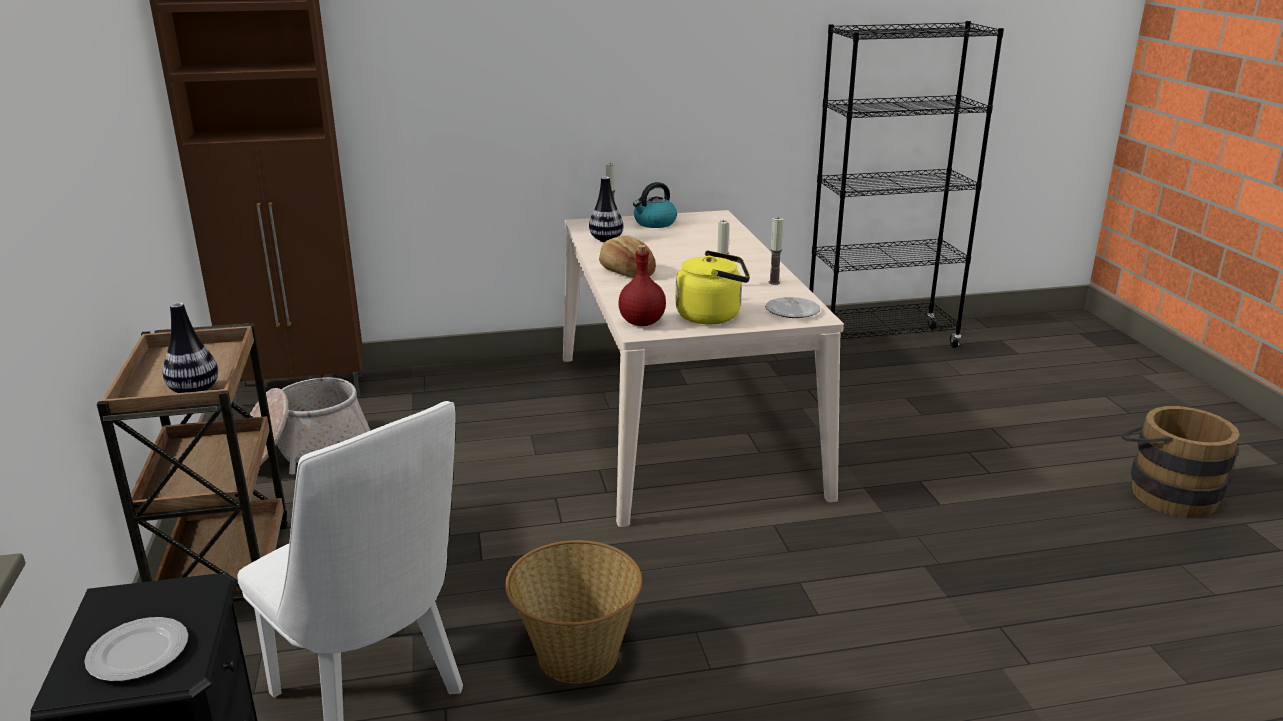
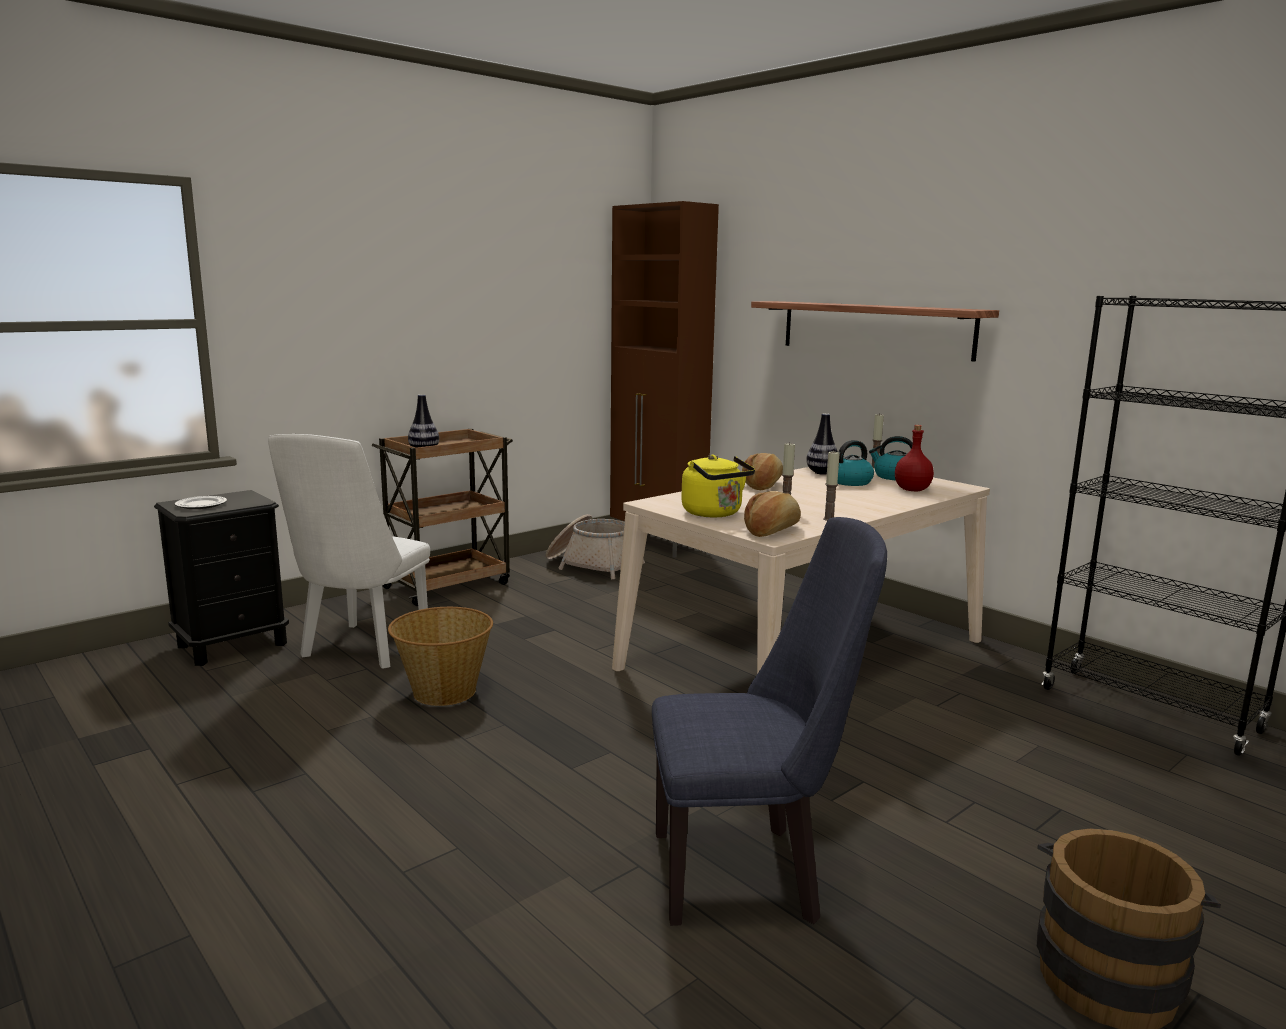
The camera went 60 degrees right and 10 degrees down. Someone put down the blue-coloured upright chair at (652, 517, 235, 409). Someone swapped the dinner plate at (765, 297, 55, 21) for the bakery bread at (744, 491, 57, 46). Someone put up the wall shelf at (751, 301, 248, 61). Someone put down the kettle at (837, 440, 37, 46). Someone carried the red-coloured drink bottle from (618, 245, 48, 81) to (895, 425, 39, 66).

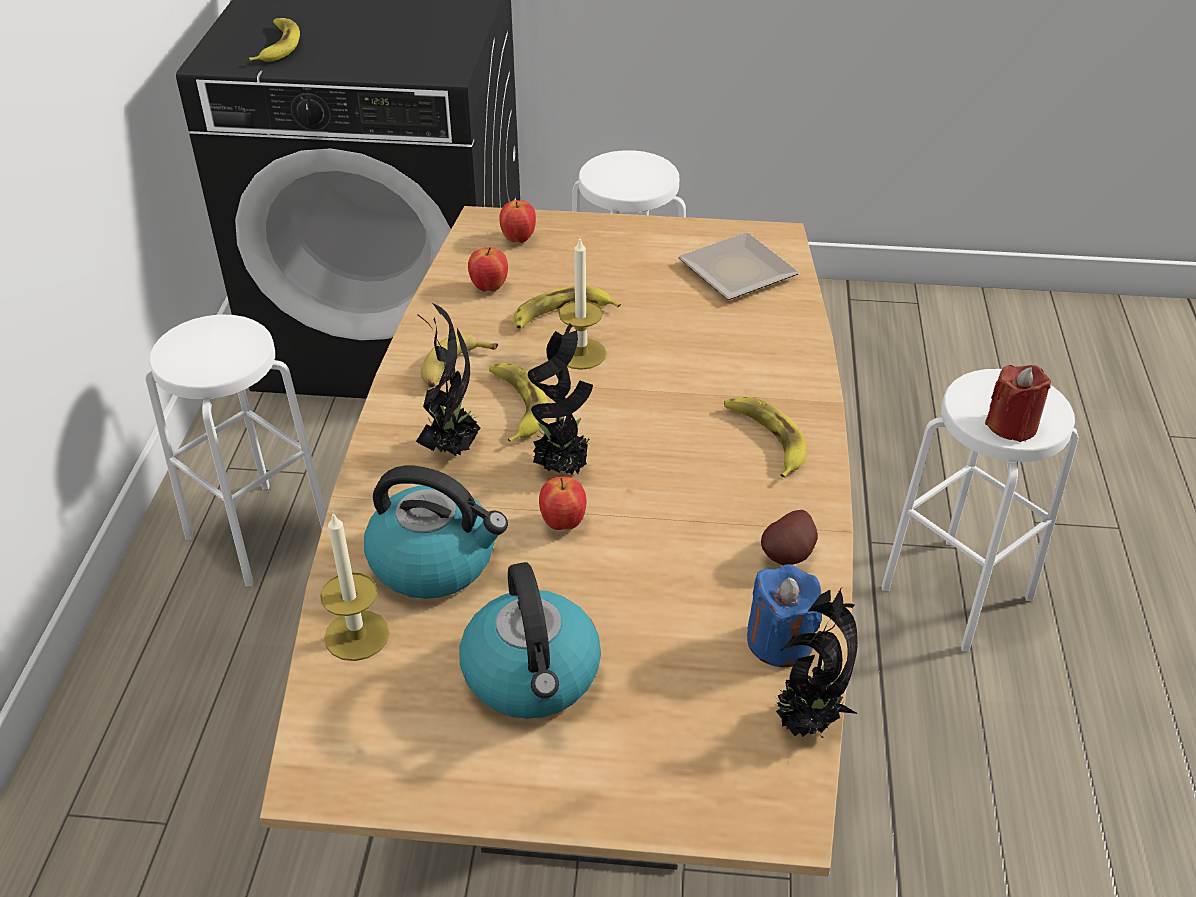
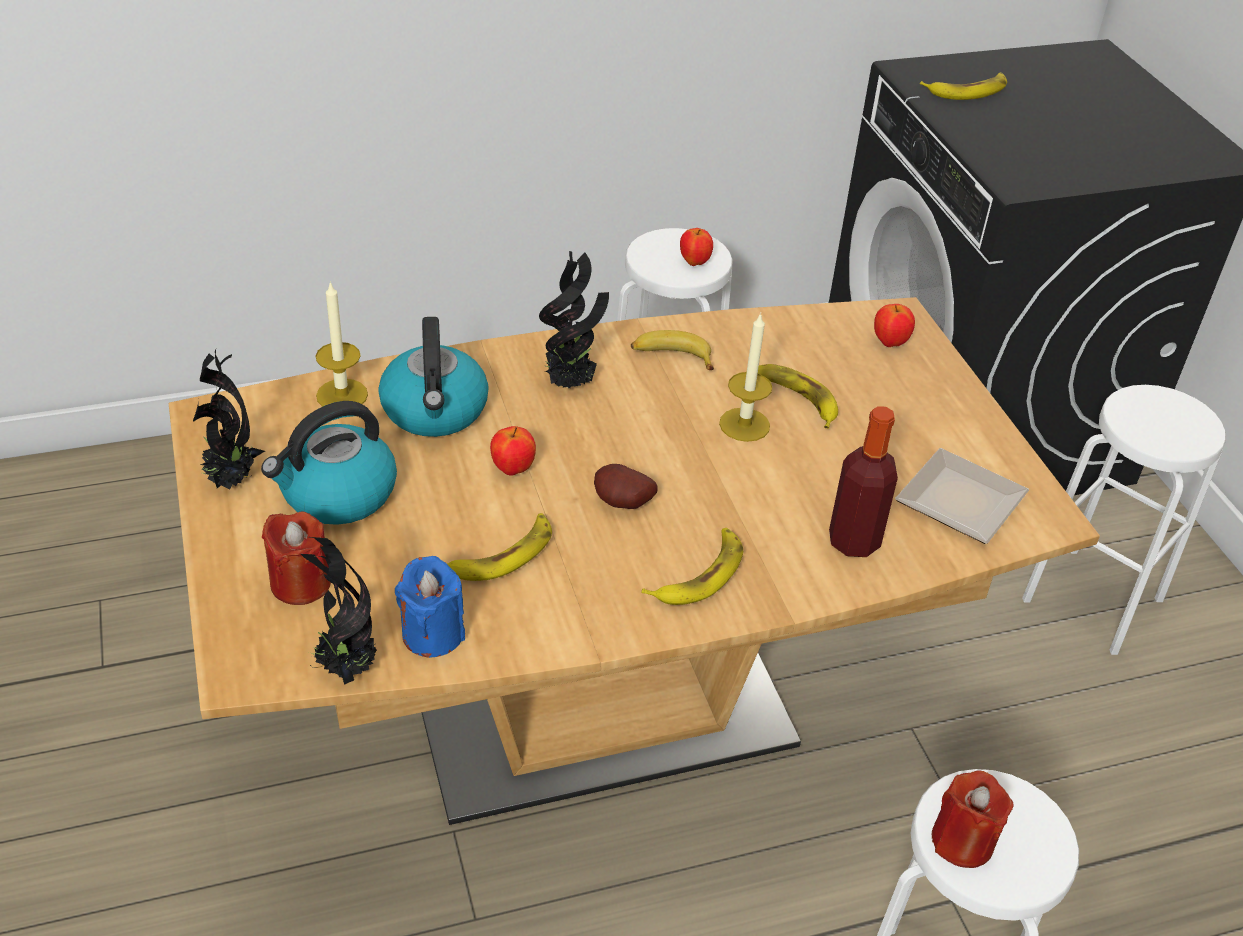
The camera went 65 degrees right and 0 degrees up. Someone carried the potted plant from (528, 324, 65, 150) to (193, 350, 72, 139). Someone put down the red-coloured wax candle at (262, 512, 69, 93). Someone carried the banana fruit from (489, 363, 59, 79) to (447, 513, 105, 68). Someone carried the potato from (761, 510, 57, 55) to (594, 464, 64, 45). Someone carried the apple fruit from (468, 247, 40, 45) to (680, 228, 33, 38). Someone put down the drink bottle at (829, 406, 69, 151).

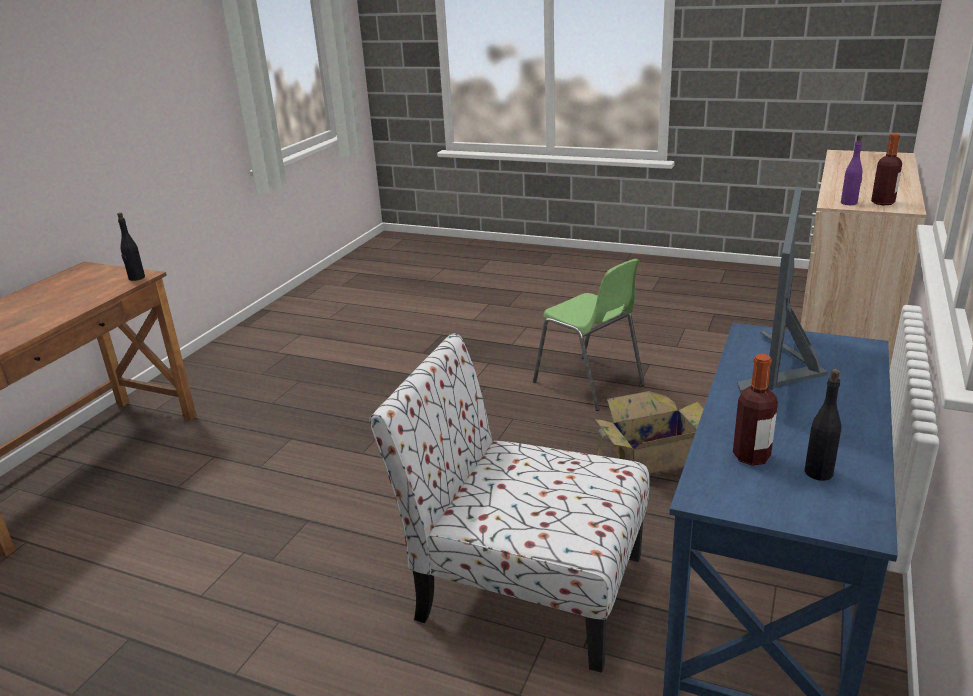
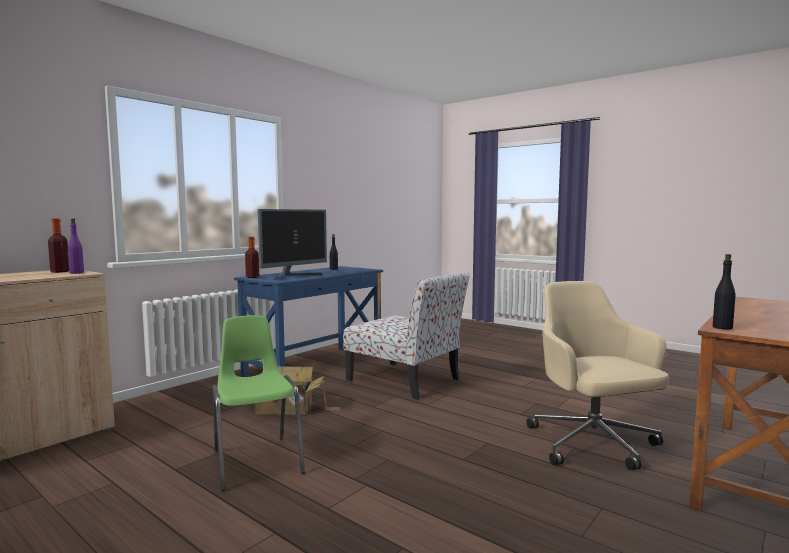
The camera went 165 degrees left and 20 degrees down. Someone carried the drink bottle from (733, 354, 45, 111) to (245, 237, 14, 41). Someone put down the beige-coloured office chair at (527, 281, 142, 189).

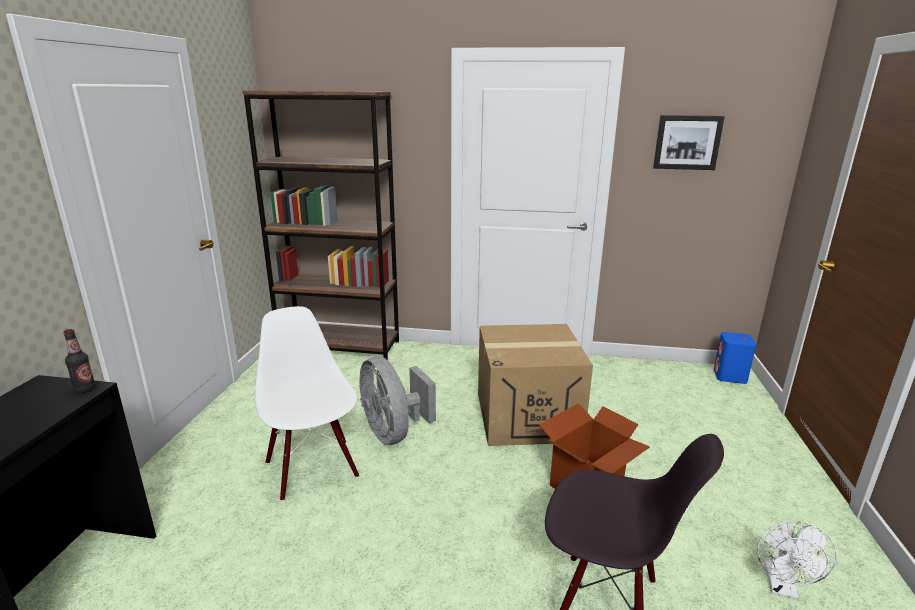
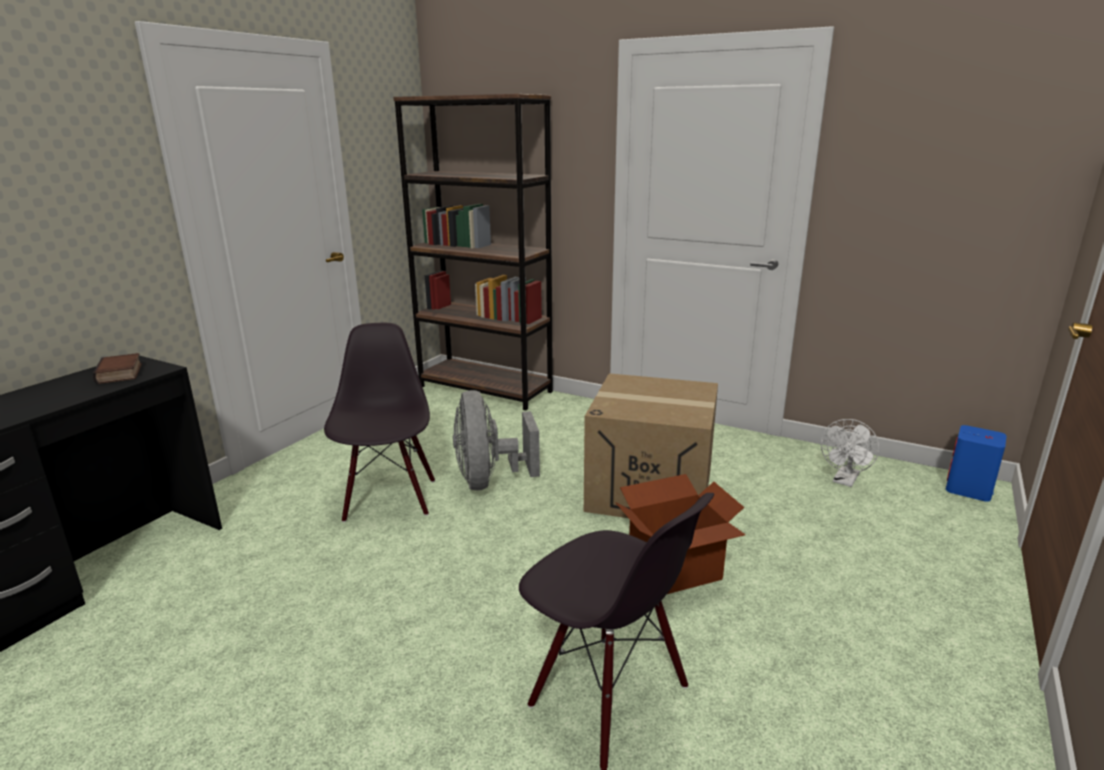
The camera went 20 degrees right and 0 degrees up. Someone put down the volume at (93, 353, 49, 31). Someone repainted the white upright chair at (255, 306, 104, 195), which became the black-coloured upright chair at (324, 323, 111, 199). Someone carried the white electric fan from (757, 521, 80, 78) to (821, 419, 58, 68). Someone took away the drink bottle at (64, 329, 32, 64). Someone took away the picture at (653, 115, 72, 55).

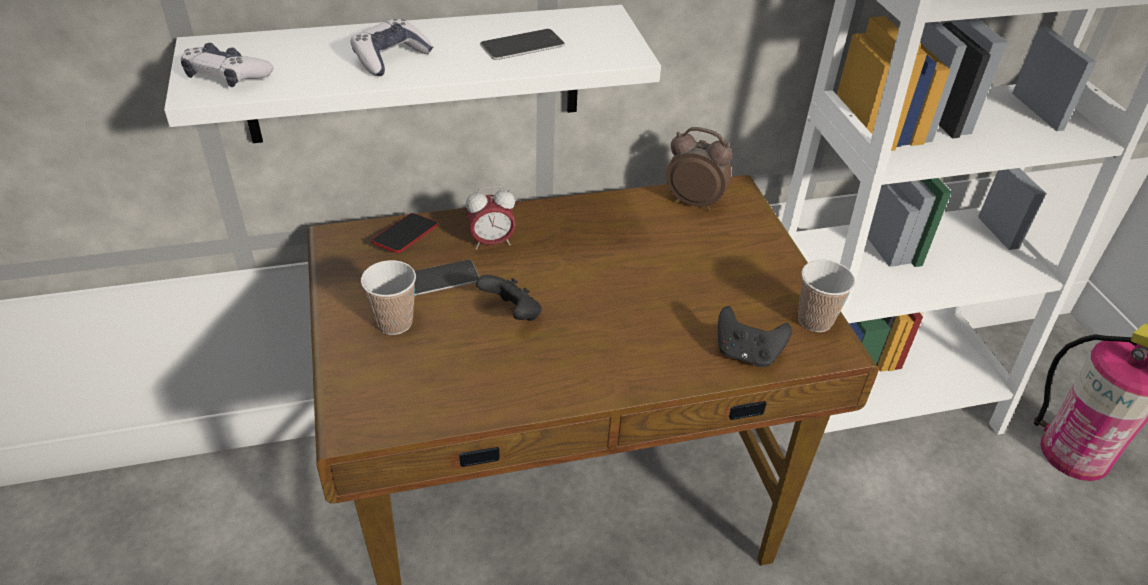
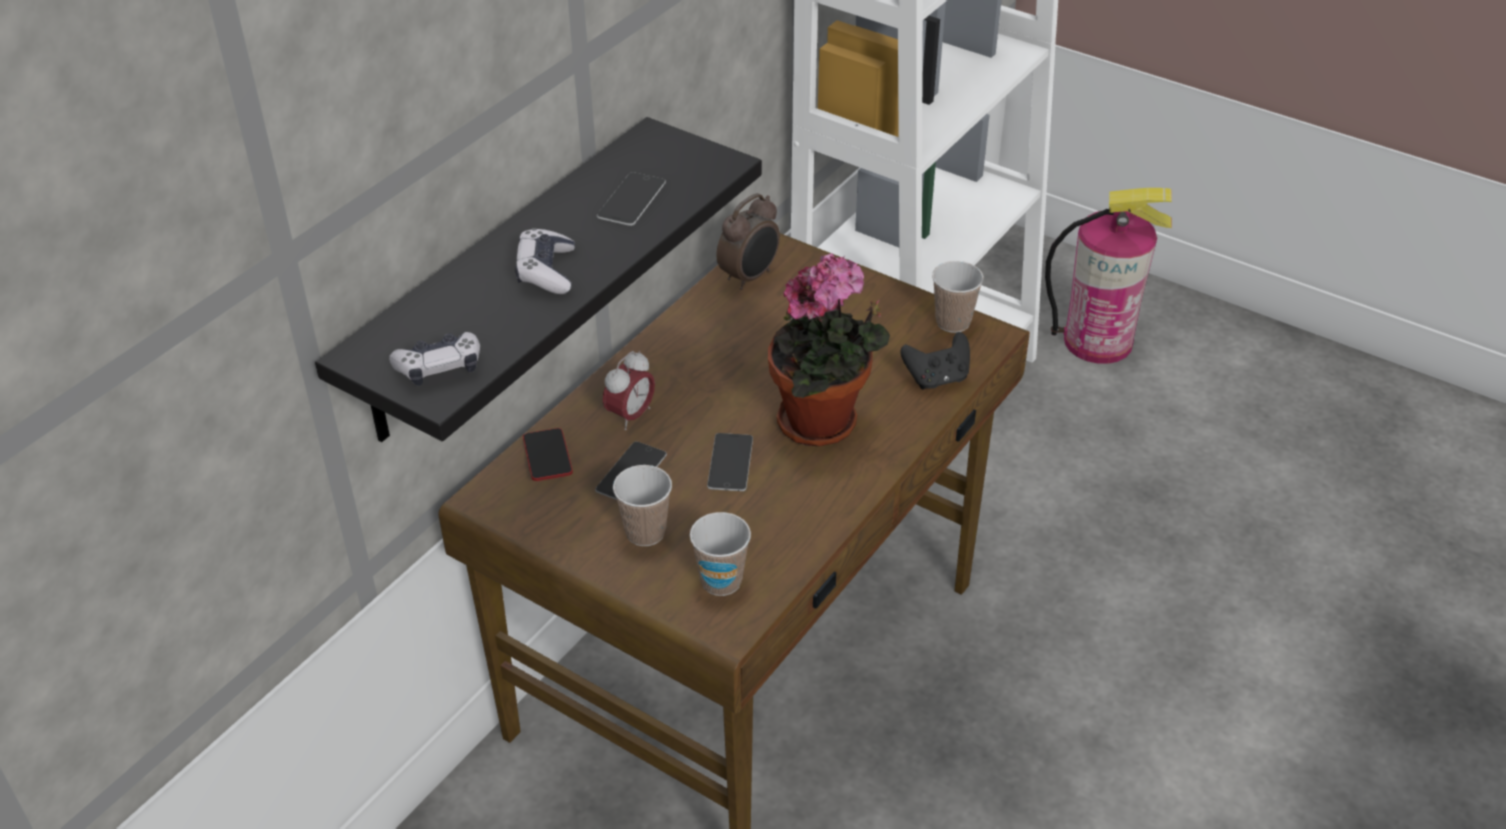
The camera went 40 degrees left and 0 degrees up. Someone repainted the white wall shelf at (164, 5, 497, 138), which became the black-coloured wall shelf at (315, 117, 447, 325). Someone put down the drinking cup at (690, 512, 61, 84). Someone swapped the black-coloured game controller at (476, 275, 66, 46) for the phone at (707, 433, 46, 58). Someone rotated the table clock at (666, 127, 67, 84) by 150 degrees clockwise. Someone put down the potted plant at (768, 253, 122, 193).

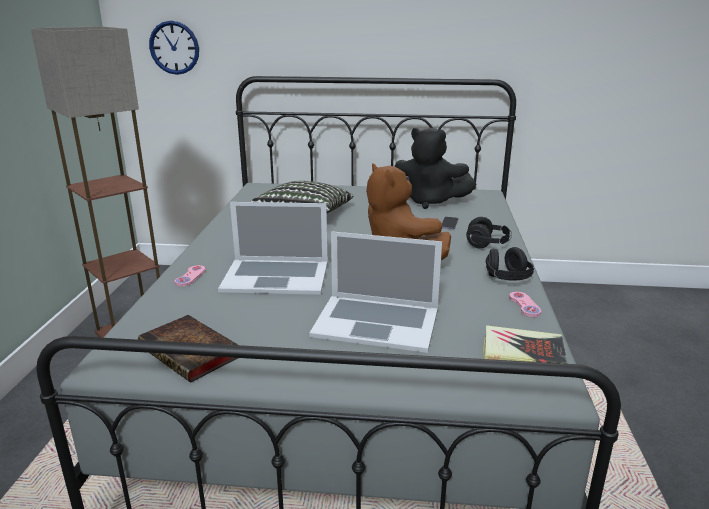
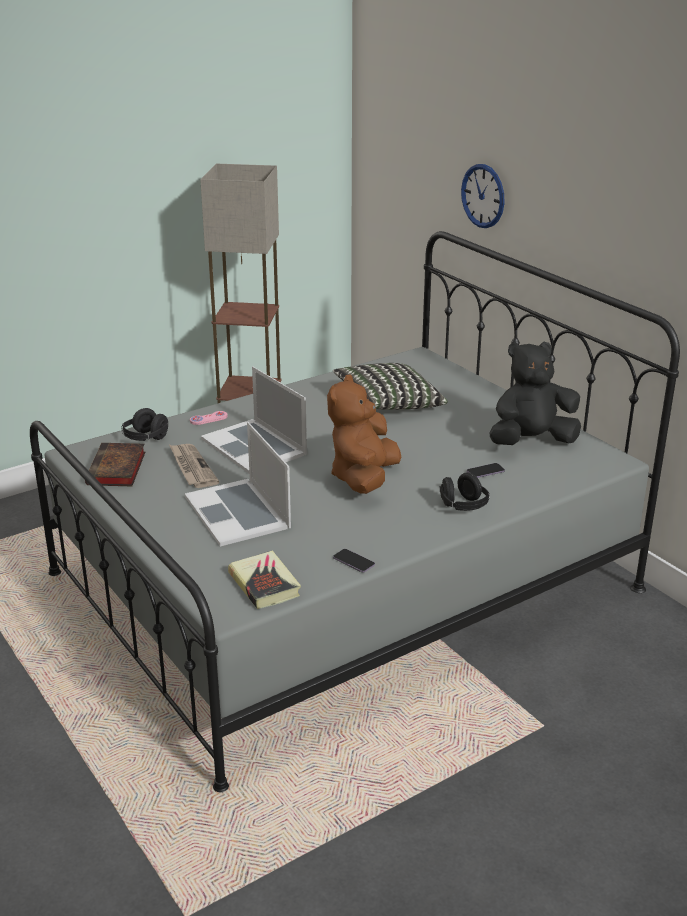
The camera went 50 degrees right and 5 degrees up. Someone carried the black-coloured headset from (486, 247, 49, 34) to (121, 408, 47, 33). Someone put down the newspaper at (169, 444, 50, 44). Someone swapped the pink game controller at (509, 292, 32, 25) for the phone at (333, 549, 42, 24). Someone carried the wall clock from (149, 21, 50, 54) to (461, 164, 43, 64). Someone rotated the black-coloured plush toy at (394, 128, 82, 81) by 90 degrees clockwise.

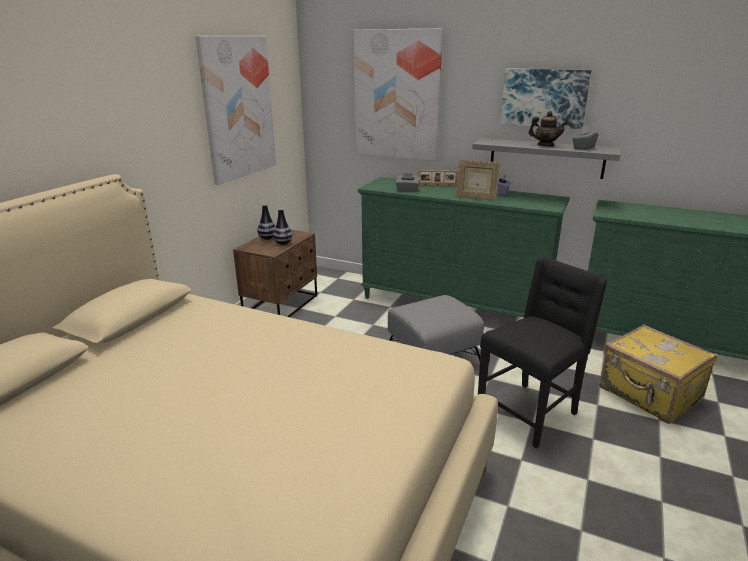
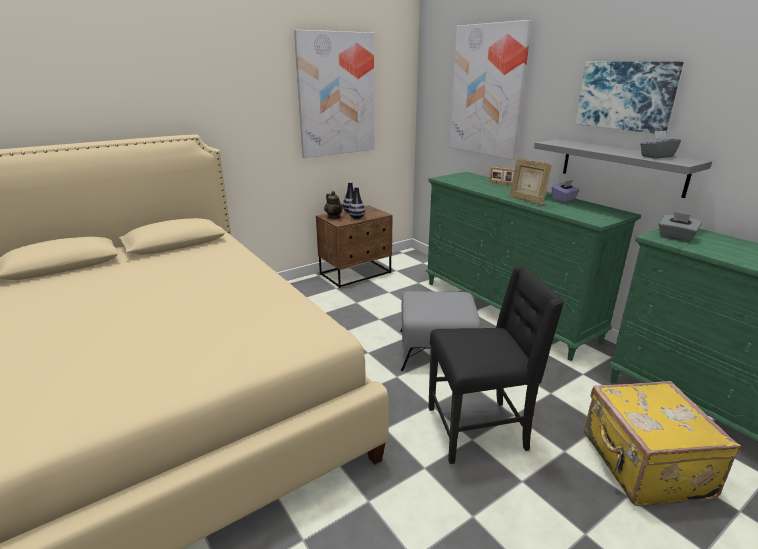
The camera went 30 degrees right and 0 degrees up. Someone carried the teapot from (528, 111, 39, 35) to (324, 191, 19, 28). Someone carried the gray tissue box from (395, 173, 25, 19) to (659, 212, 43, 30).

